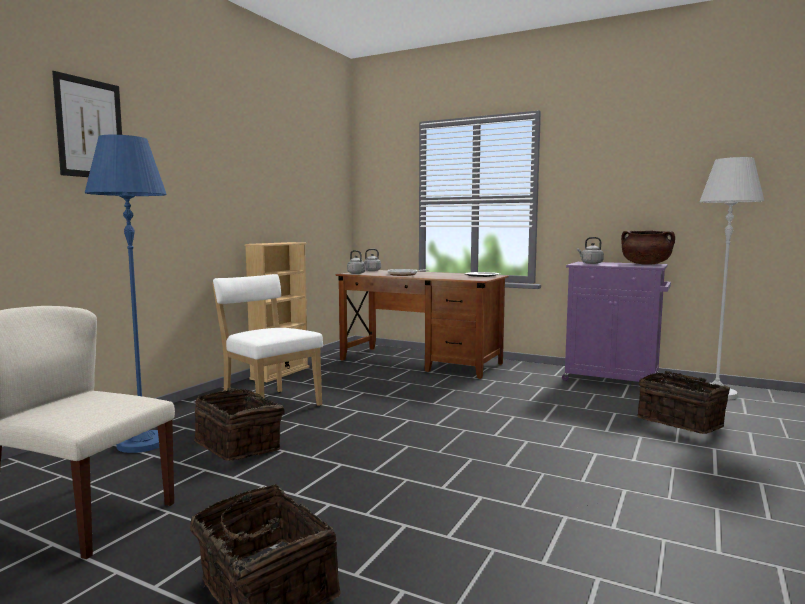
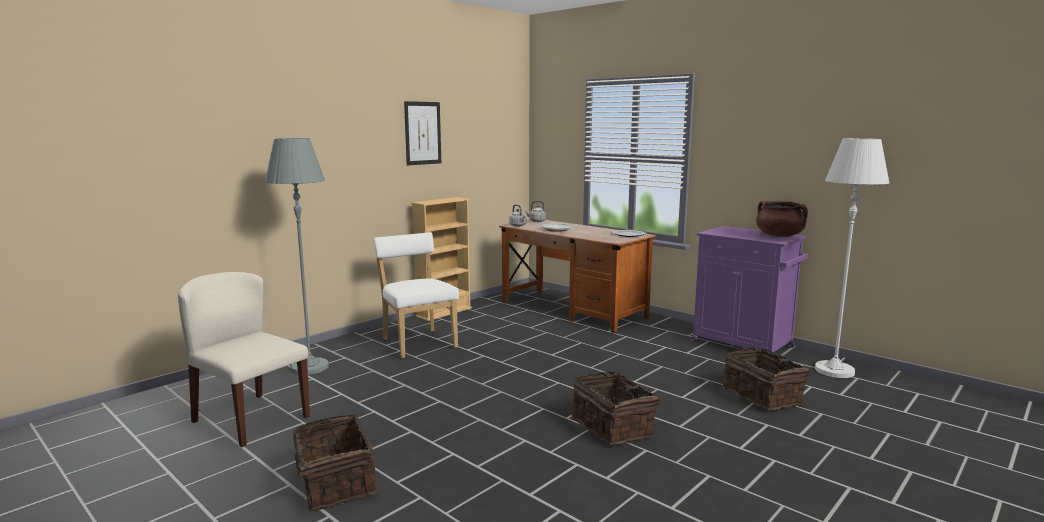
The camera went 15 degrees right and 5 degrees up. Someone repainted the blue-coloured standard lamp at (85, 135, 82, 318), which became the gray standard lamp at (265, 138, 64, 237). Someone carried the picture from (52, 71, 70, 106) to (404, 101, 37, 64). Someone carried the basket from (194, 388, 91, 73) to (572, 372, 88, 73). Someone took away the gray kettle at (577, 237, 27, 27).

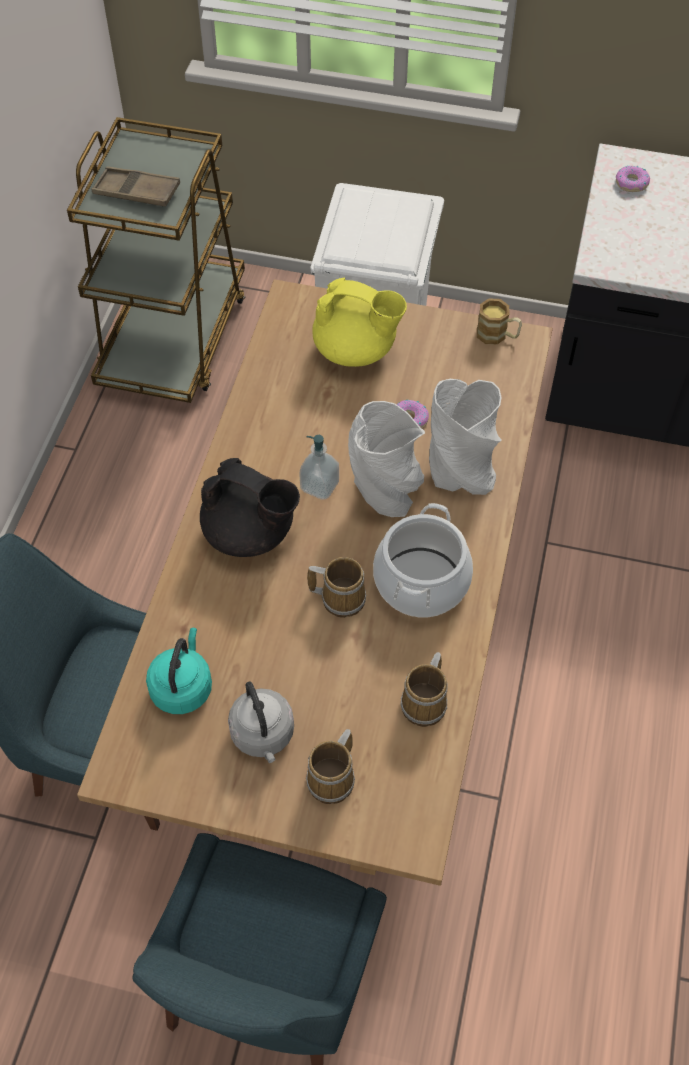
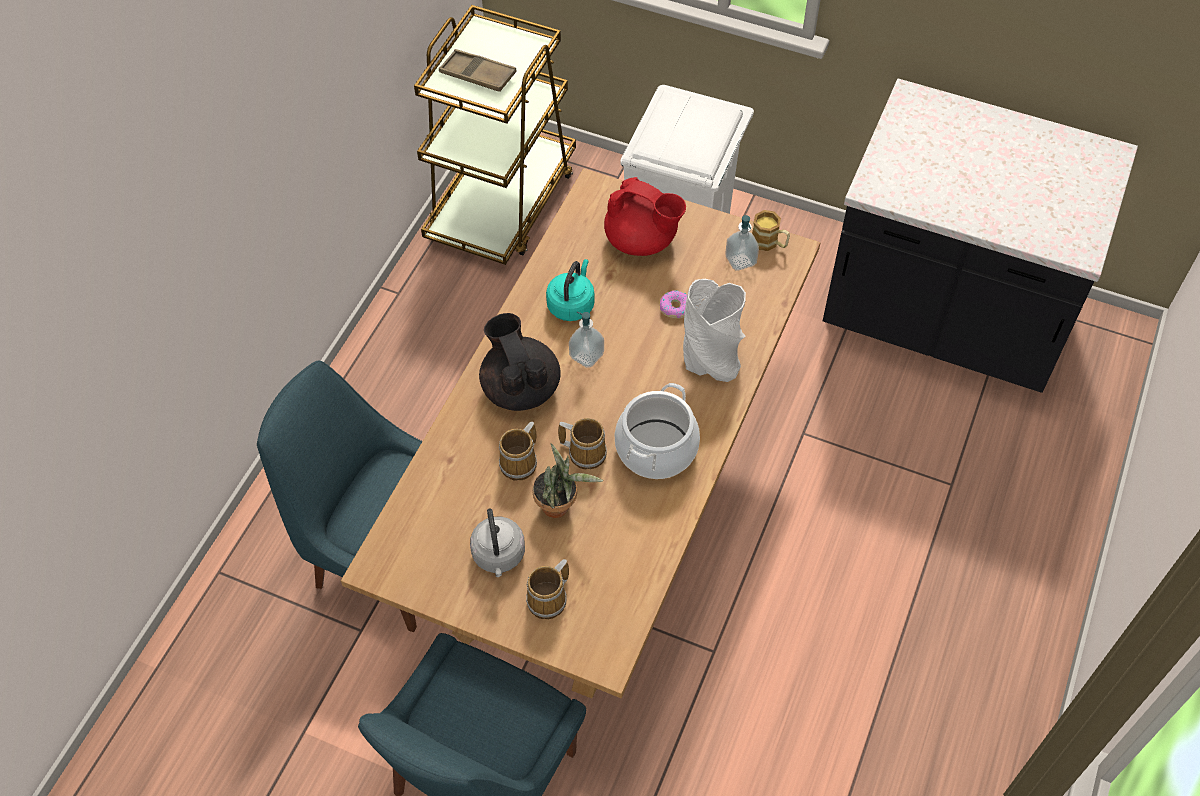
The camera went 10 degrees right and 0 degrees up. Someone rotated the black-coloured teapot at (200, 458, 100, 99) by 150 degrees counterclockwise. Someone carried the coffee mug from (400, 652, 48, 75) to (499, 421, 38, 60). Someone put down the potted plant at (532, 443, 71, 75). Someone carried the blue-green kettle from (146, 628, 66, 86) to (546, 259, 49, 62). Someone repainted the yellowish teapot at (312, 278, 95, 89), which became the red-coloured teapot at (604, 177, 82, 79). Someone put down the soap bottle at (725, 215, 34, 56). Someone took away the gray decorative vase at (348, 401, 77, 116). Someone took away the donut at (616, 166, 34, 26).

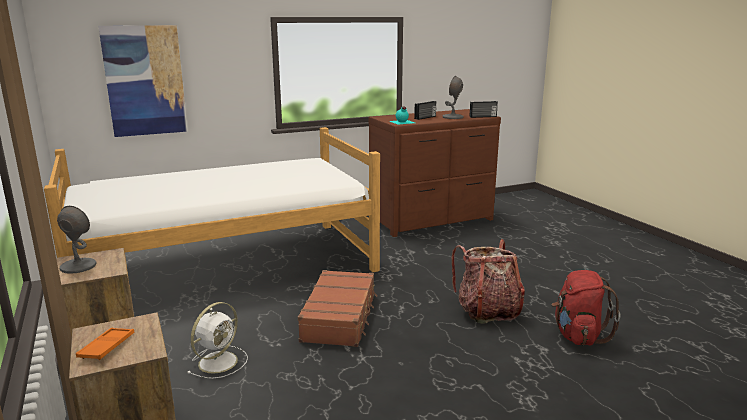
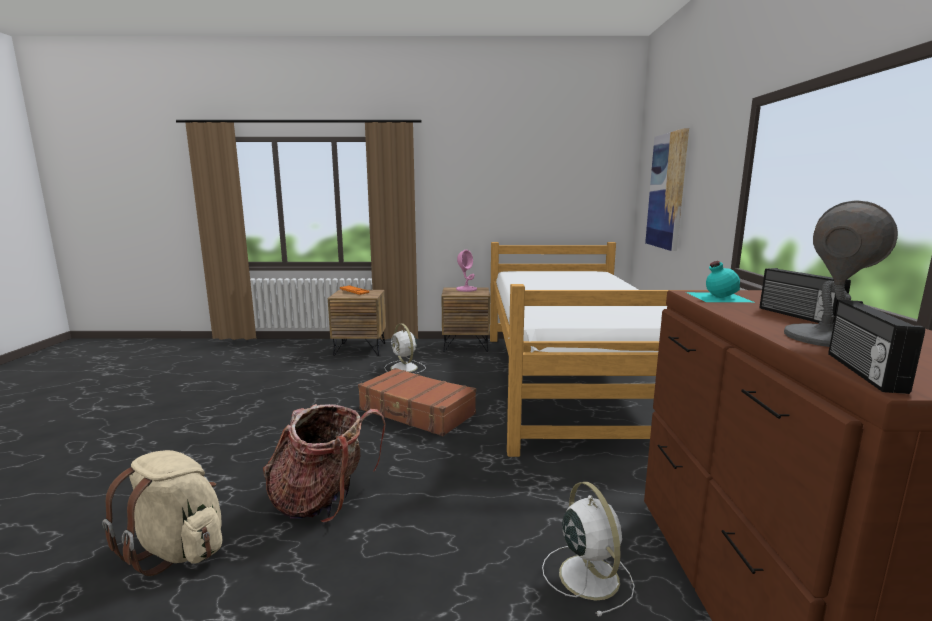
The camera went 115 degrees right and 5 degrees down. Someone repainted the red-coloured backpack at (552, 270, 68, 75), which became the beige-coloured backpack at (102, 450, 120, 126). Someone repainted the gray lamp for a table at (57, 206, 40, 68), which became the pink lamp for a table at (456, 250, 21, 42). Someone put down the white electric fan at (542, 482, 93, 134).

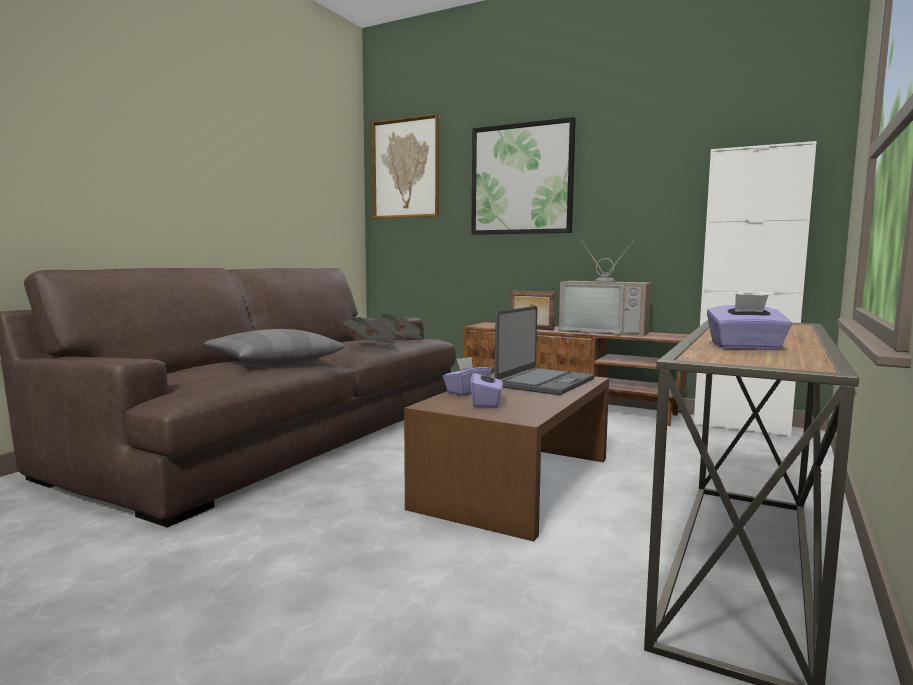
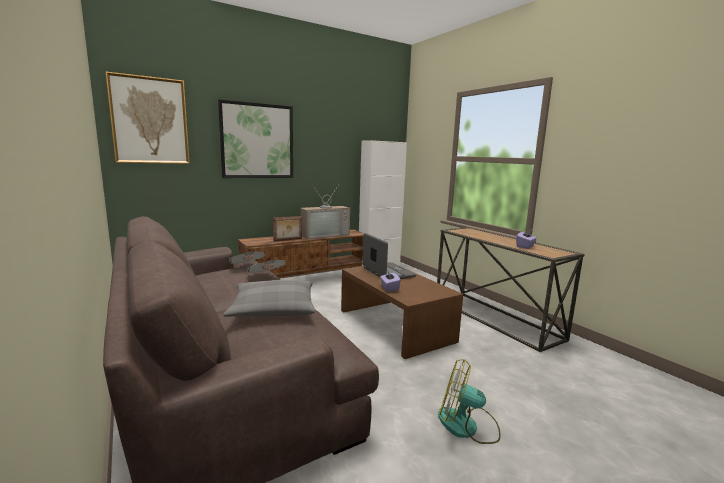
The camera went 60 degrees left and 5 degrees up. Someone put down the electric fan at (438, 359, 63, 85). Someone took away the purple tissue box at (471, 366, 32, 42).

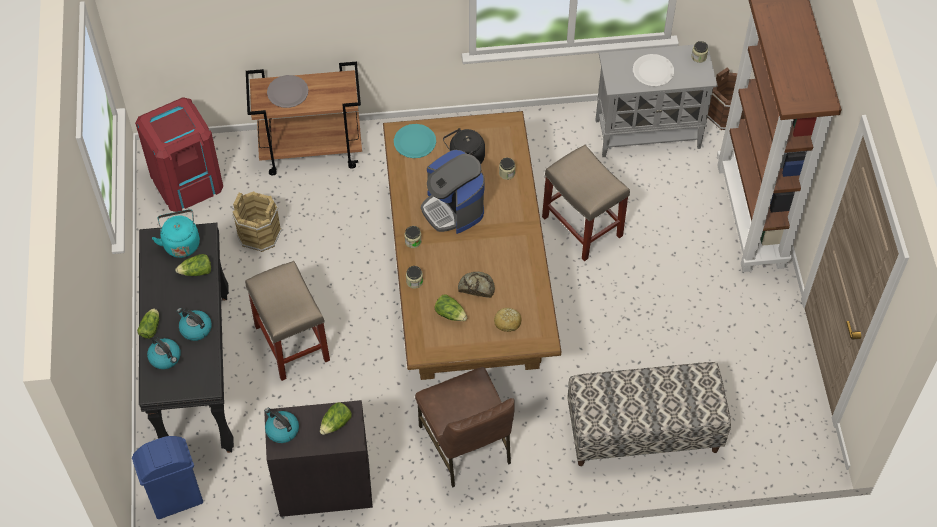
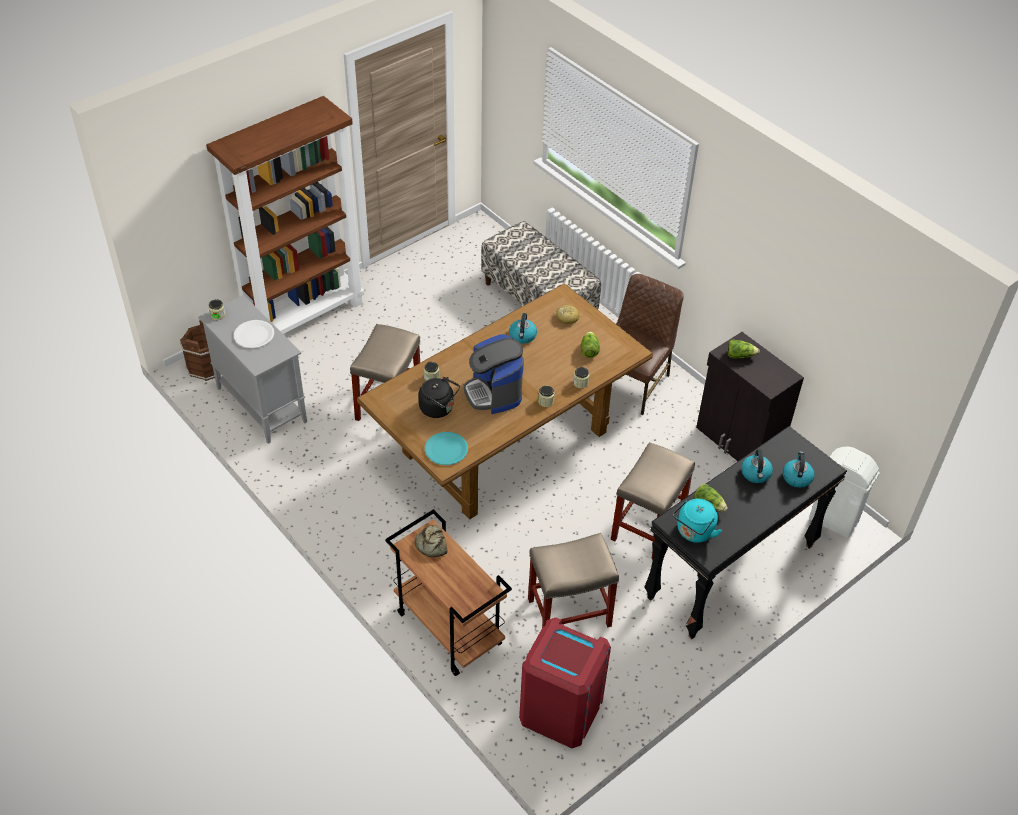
The camera went 125 degrees left and 10 degrees down. Someone carried the bakery bread from (458, 272, 37, 26) to (415, 525, 32, 32). Someone rotated the coffee maker at (421, 150, 64, 84) by 135 degrees clockwise. Someone carried the kettle from (264, 408, 35, 35) to (509, 313, 28, 30). Someone swapped the brown-coloured pail at (232, 191, 50, 61) for the beige-coloured stool at (528, 533, 91, 95). Someone repainted the blue-coloured waste bin at (132, 436, 71, 83), which became the white waste bin at (809, 447, 71, 91). Someone took away the head of lettuce at (137, 308, 22, 31). Someone took away the gray dinner plate at (267, 75, 42, 33).

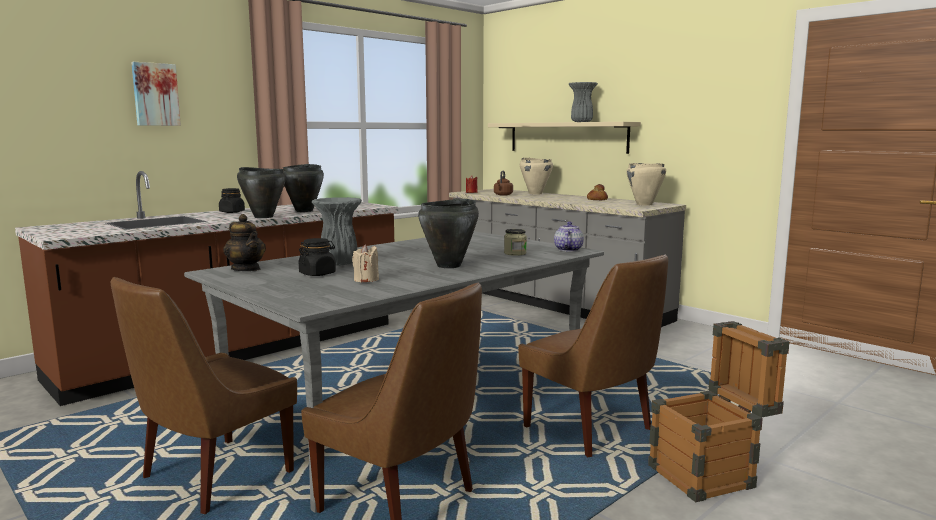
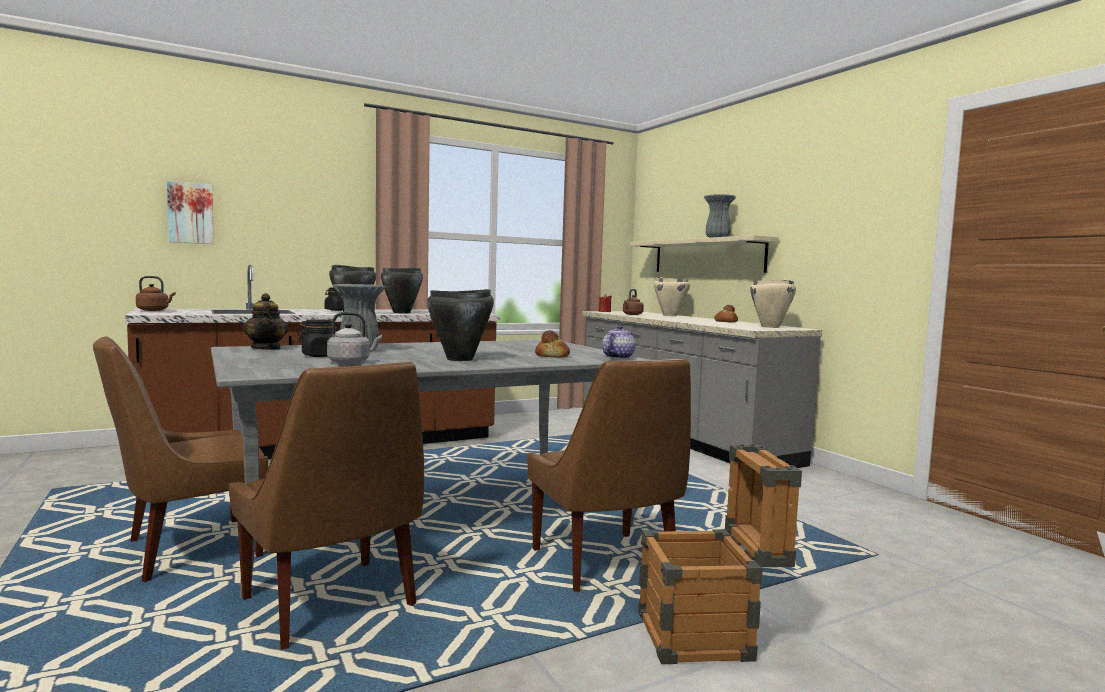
The camera went 15 degrees right and 5 degrees down. Someone put down the brown-coloured kettle at (136, 276, 40, 35). Someone carried the picture from (131, 61, 50, 65) to (167, 181, 47, 63). Someone swapped the beige-coloured wax candle at (352, 244, 27, 38) for the gray kettle at (327, 312, 55, 52). Someone swapped the storage jar at (504, 229, 23, 27) for the bakery bread at (535, 330, 35, 28).

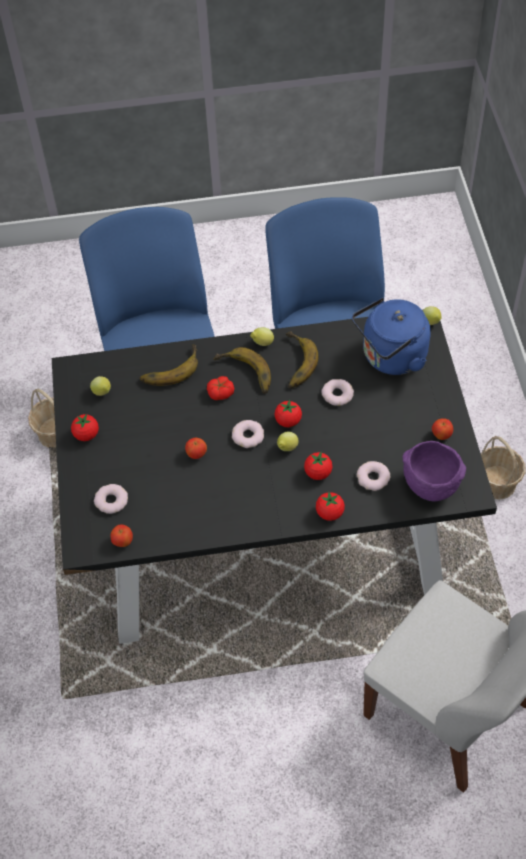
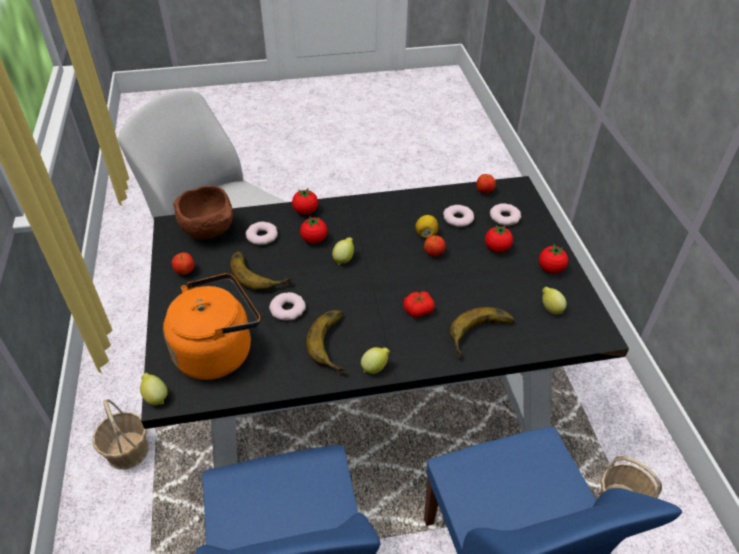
The camera went 175 degrees right and 10 degrees down. Someone repainted the blue-coloured kettle at (352, 297, 79, 78), which became the orangey kettle at (163, 273, 97, 107). Someone repainted the purple bowl at (402, 441, 64, 60), which became the brown-coloured bowl at (173, 186, 60, 53). Someone carried the banana fruit from (213, 347, 58, 47) to (230, 251, 62, 40). Someone put down the lemon at (415, 215, 23, 23). Someone carried the donut from (232, 420, 32, 28) to (443, 205, 31, 22). Someone carried the whole tomato from (274, 400, 28, 27) to (485, 225, 28, 28).

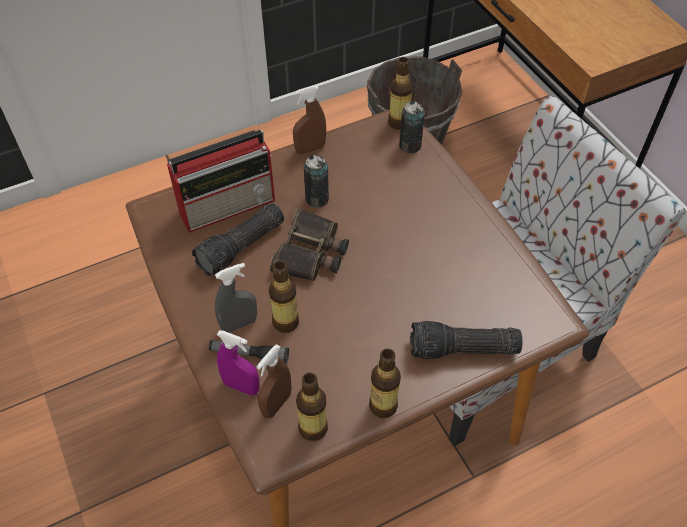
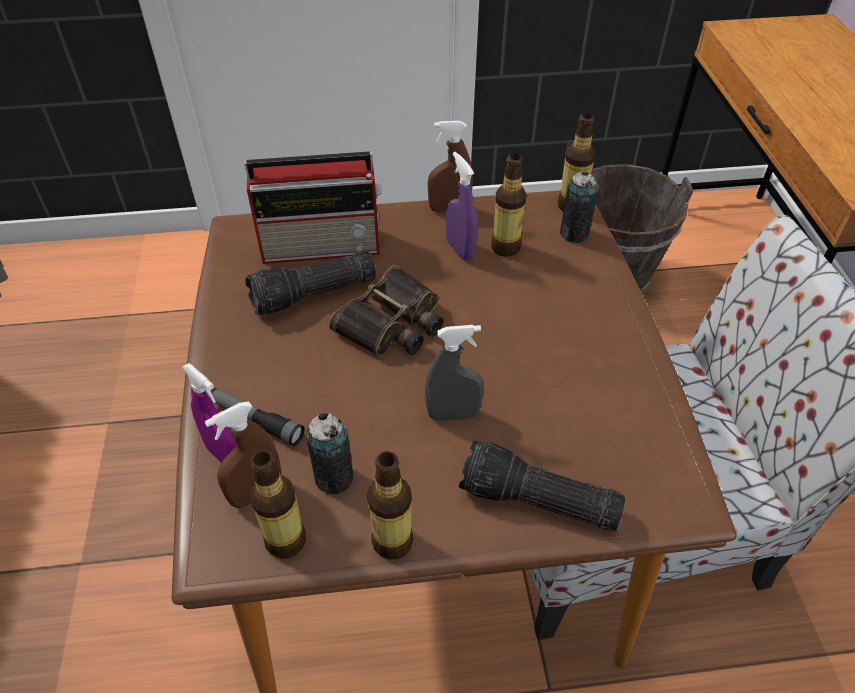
The camera went 20 degrees right and 5 degrees down. Someone carried the sealed can from (304, 155, 25, 53) to (306, 413, 48, 81). Someone carried the gray sprayer from (215, 263, 42, 70) to (425, 325, 59, 96). Someone put down the purple sprayer at (446, 152, 31, 109). Someone carried the drink bottle from (269, 261, 30, 72) to (491, 154, 36, 103).

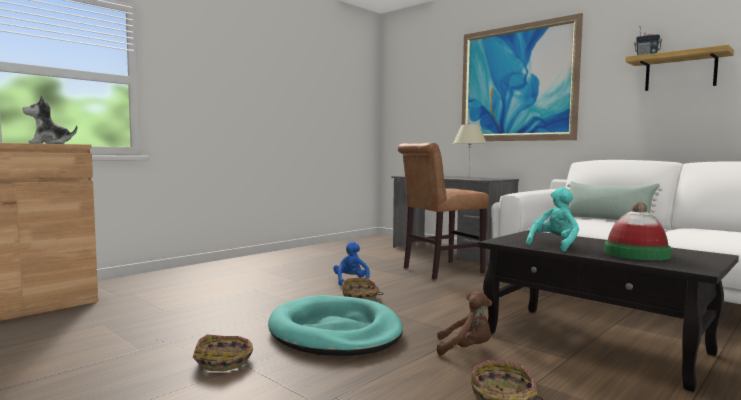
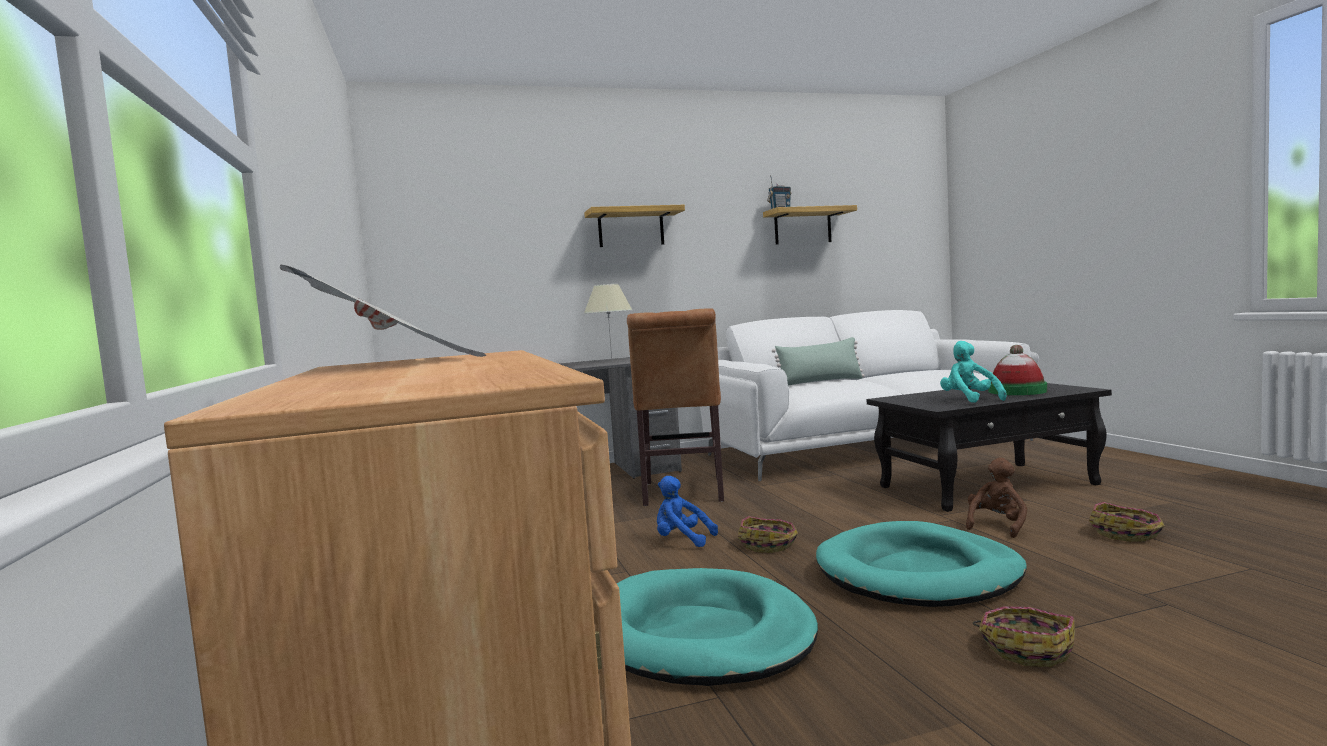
The camera went 60 degrees left and 0 degrees up. Someone swapped the plush toy at (23, 95, 54, 49) for the newspaper at (280, 265, 207, 92). Someone swapped the picture at (462, 13, 121, 128) for the wall shelf at (584, 205, 101, 42). Someone put down the blue-green dog cushion at (616, 568, 202, 118).

